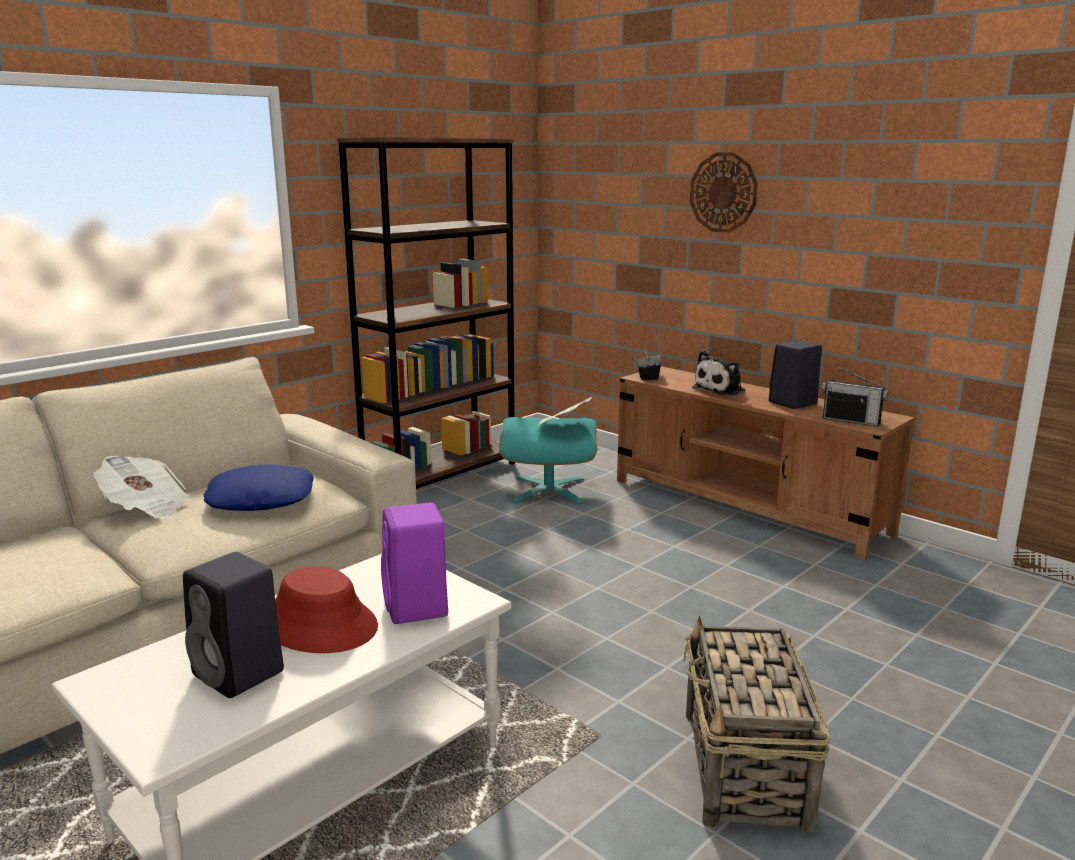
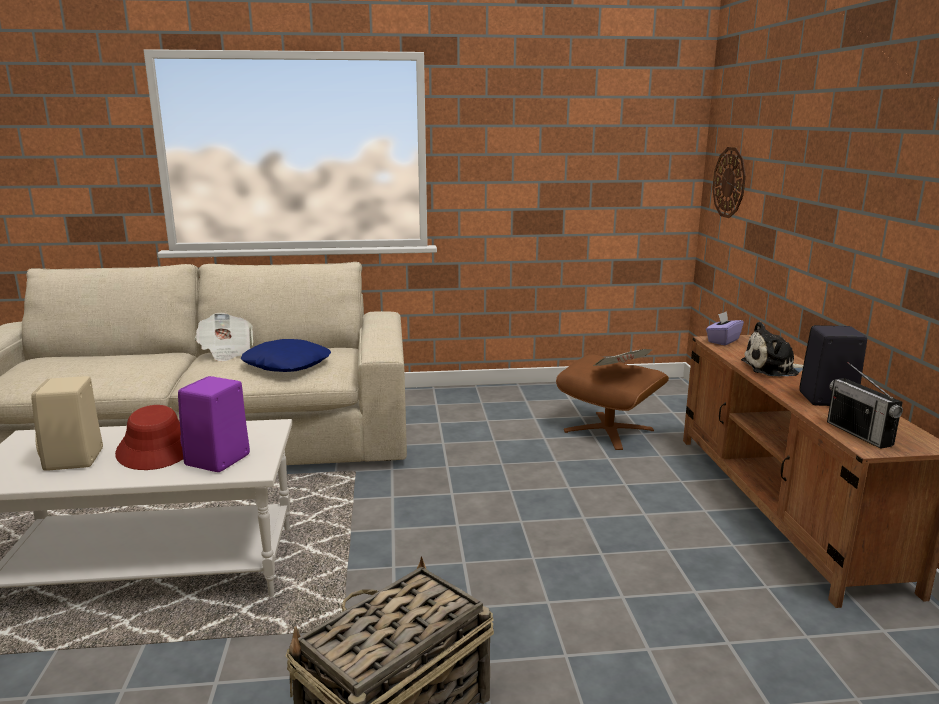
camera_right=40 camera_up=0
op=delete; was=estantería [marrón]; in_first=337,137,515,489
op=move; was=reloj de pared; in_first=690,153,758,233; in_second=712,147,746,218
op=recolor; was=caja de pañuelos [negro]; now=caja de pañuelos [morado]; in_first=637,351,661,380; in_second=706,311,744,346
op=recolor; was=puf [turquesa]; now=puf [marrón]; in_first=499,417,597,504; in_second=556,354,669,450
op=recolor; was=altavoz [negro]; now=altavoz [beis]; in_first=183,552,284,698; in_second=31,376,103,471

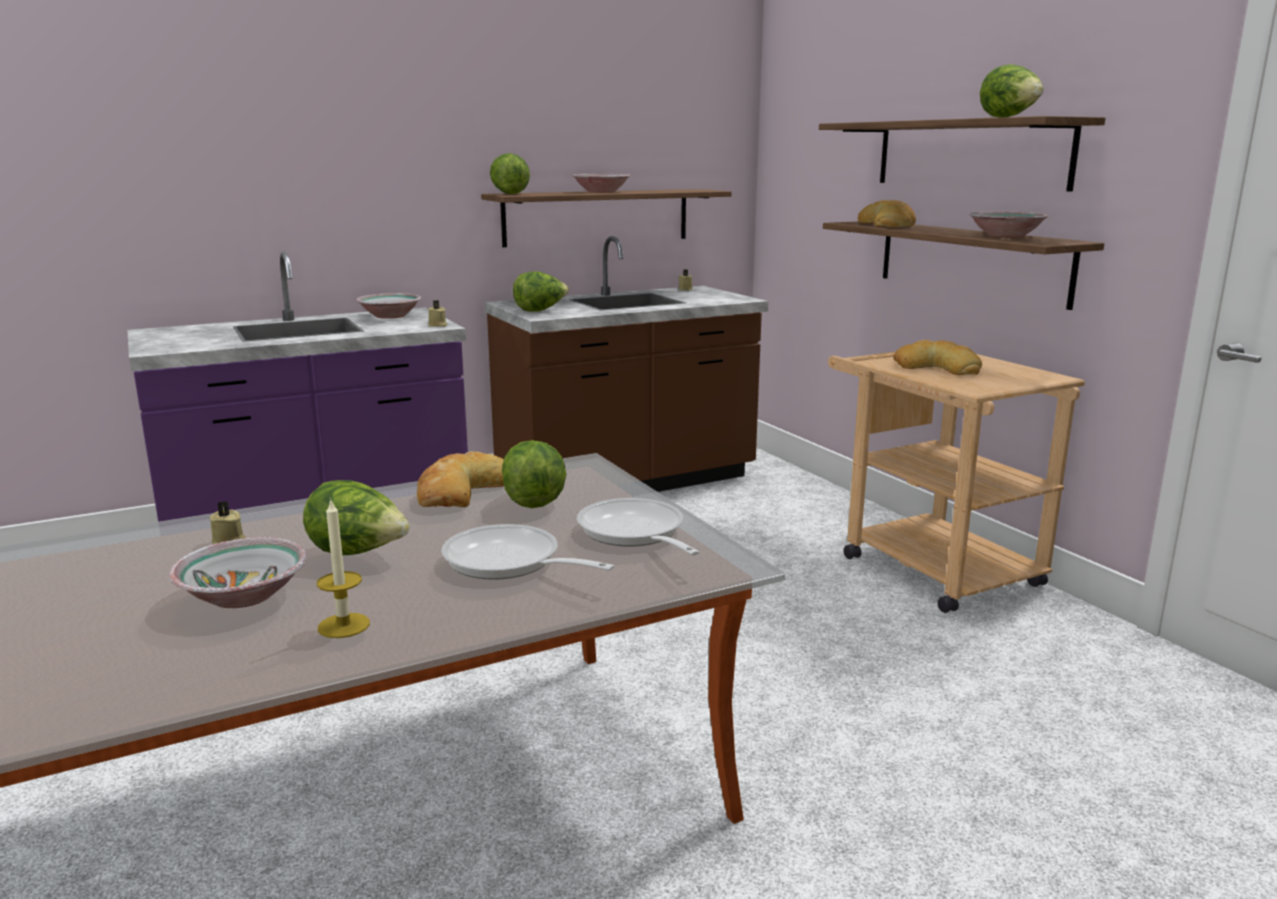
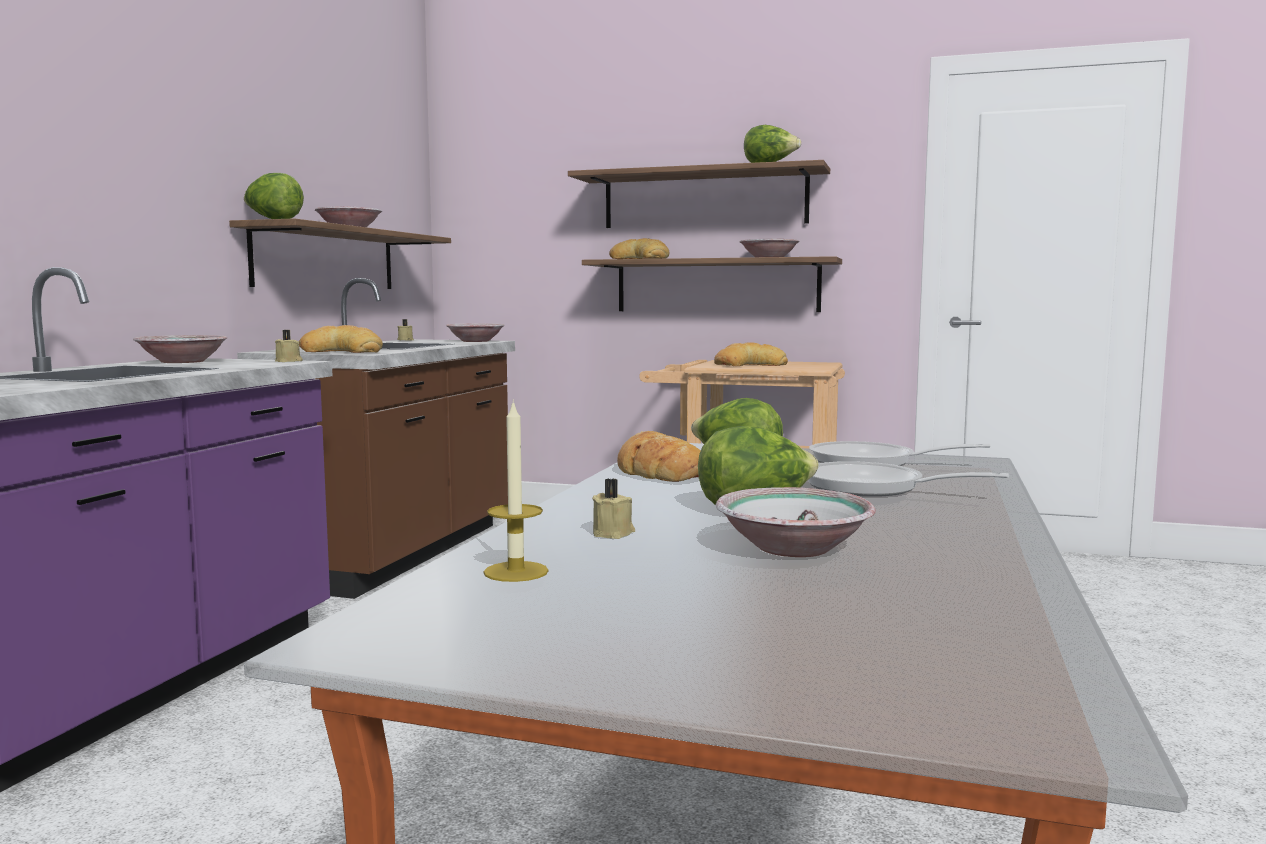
camera_right=-45 camera_up=-10
op=replace; was=lechuga; now=pan; in_first=513,271,569,312; in_second=299,325,383,353
op=move; was=vela; in_first=317,498,370,638; in_second=484,400,548,582
op=rotate; was=sartén; in_first=441,524,615,580; in_second=808,461,1009,497; clockwise=45
op=insert; now=cuenco; in_second=446,323,505,342

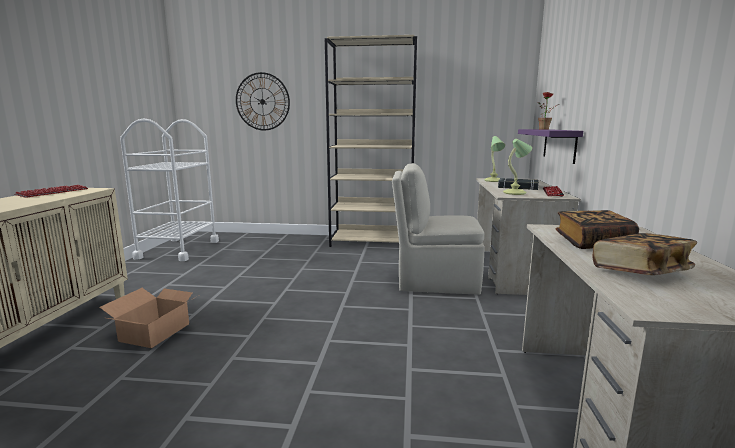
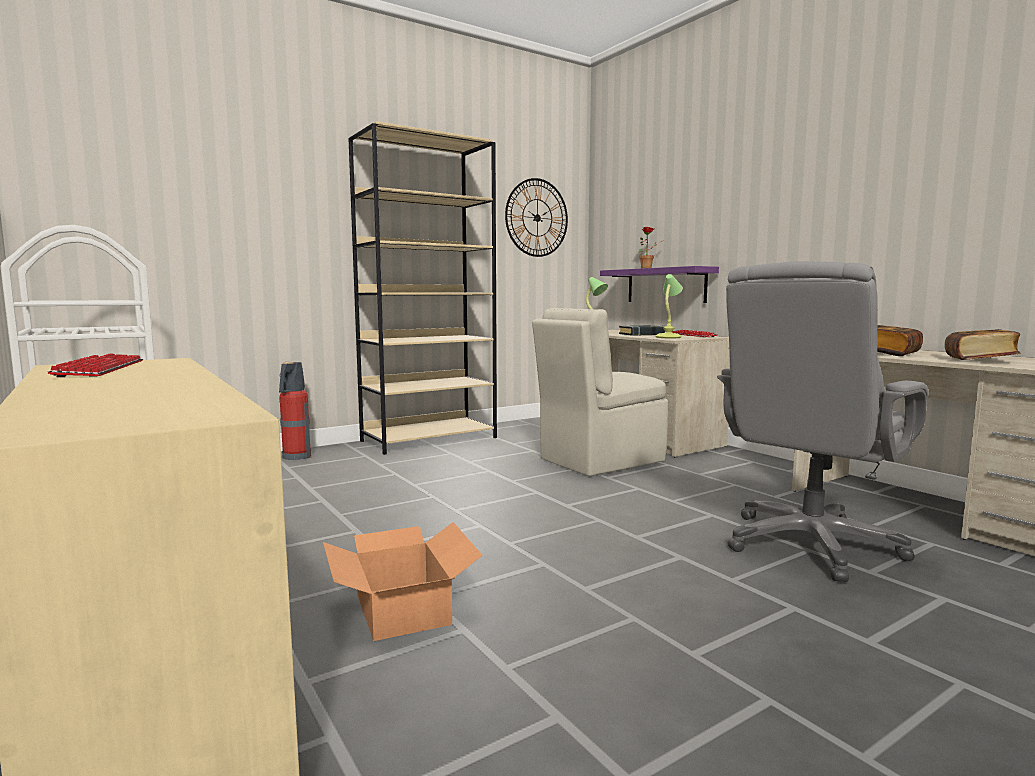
camera_right=-40 camera_up=-5
op=move; was=reloj de pared; in_first=236,72,290,130; in_second=505,178,568,257
op=insert; now=silla de oficina [gris]; in_second=717,261,929,582
op=insert; now=extintor; in_second=279,362,311,460

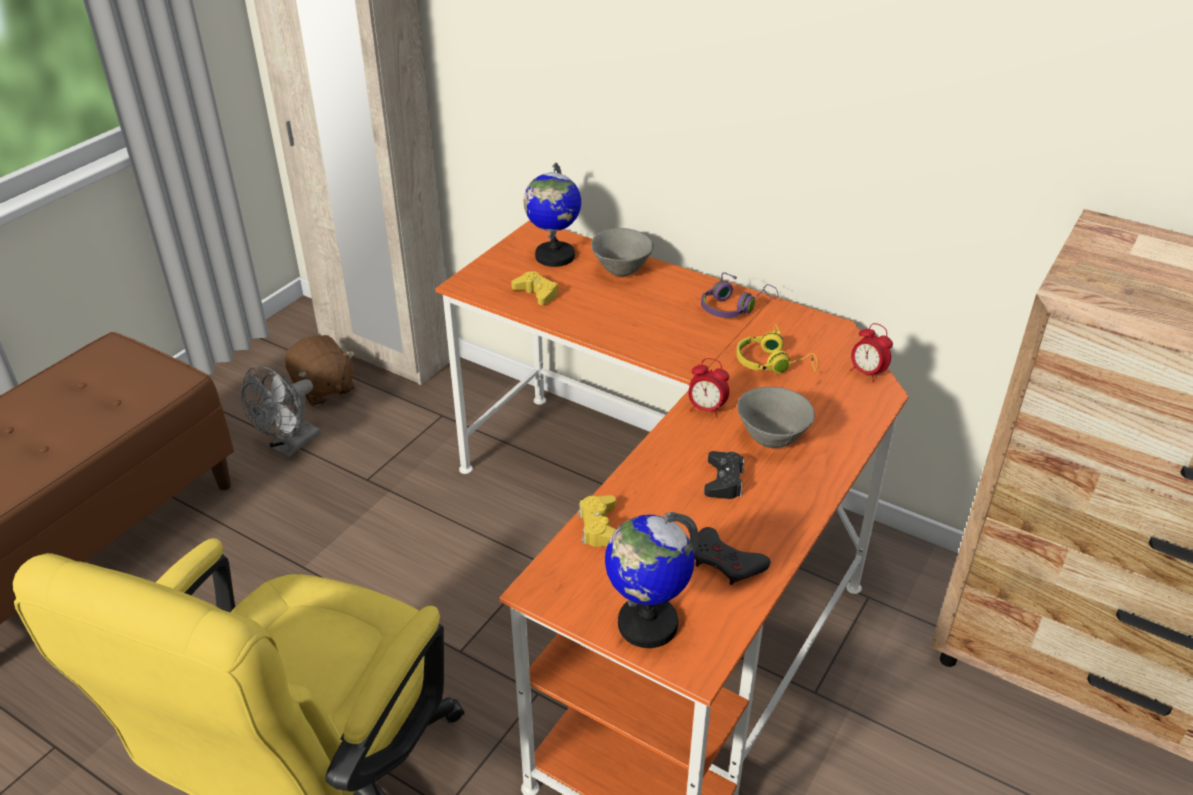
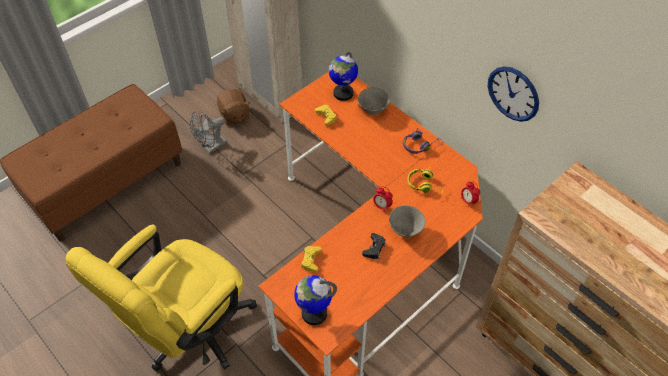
camera_right=15 camera_up=15
op=delete; was=mando de consola [gris]; in_first=694,527,770,585
op=insert; now=reloj de pared; in_second=488,66,539,122

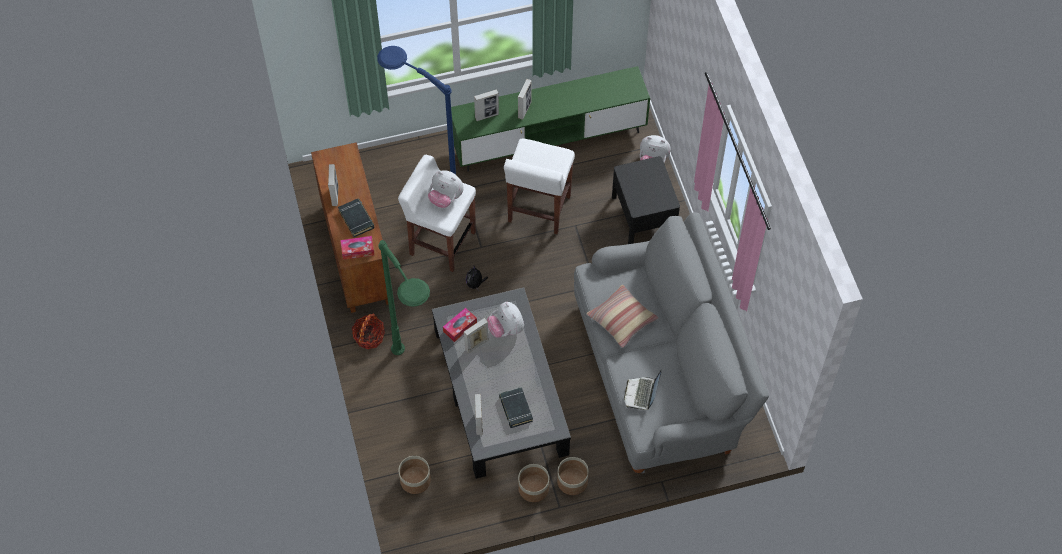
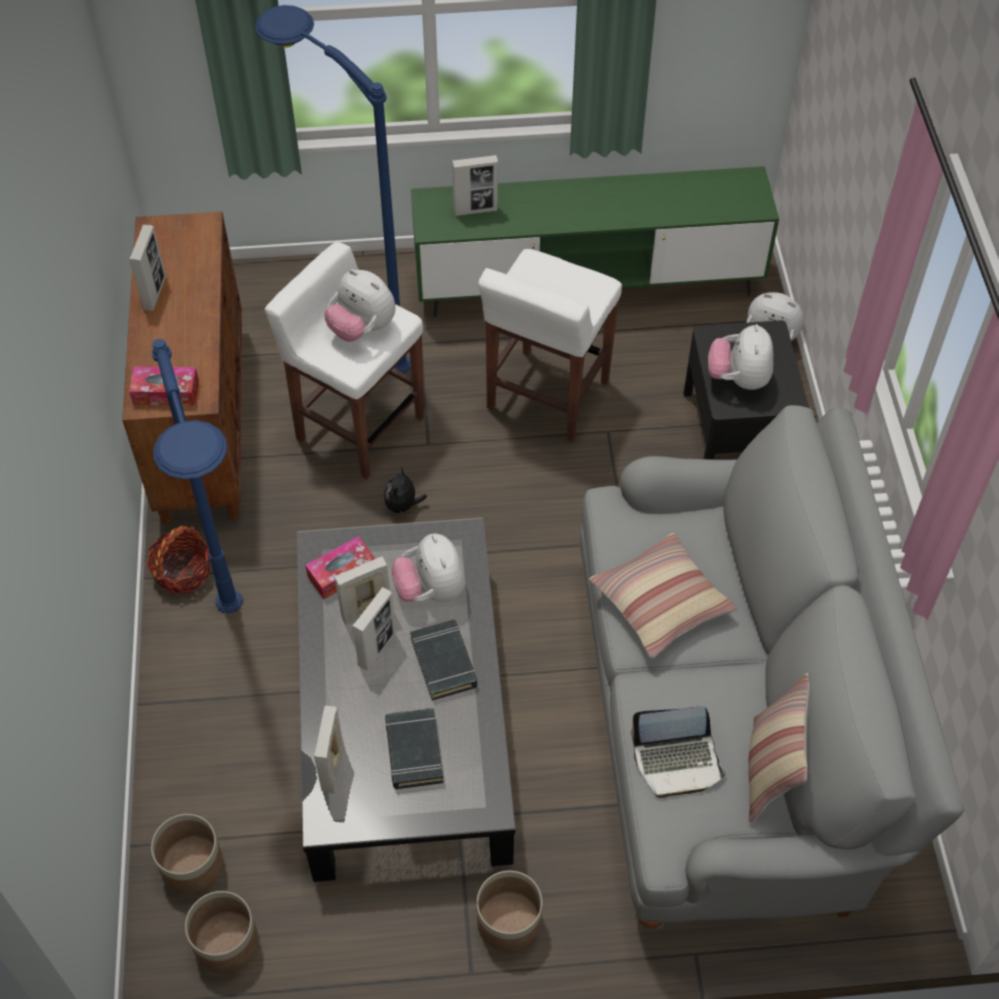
camera_right=10 camera_up=-5
op=move; was=portarretratos; in_first=518,79,532,120; in_second=352,587,396,671
op=move; was=libro [negro]; in_first=338,198,374,237; in_second=410,620,477,700
op=recolor; was=lámpara de pie [verde]; now=lámpara de pie [azul]; in_first=378,240,430,355; in_second=152,339,243,613
op=rotate; was=portátil; in_first=624,369,662,410; in_second=631,706,726,798; clockwise=-120
op=move; was=maceta; in_first=518,464,549,502; in_second=185,891,258,973
op=insert; now=peluche; in_second=708,324,773,390
op=insert; now=cojín; in_second=748,673,809,823

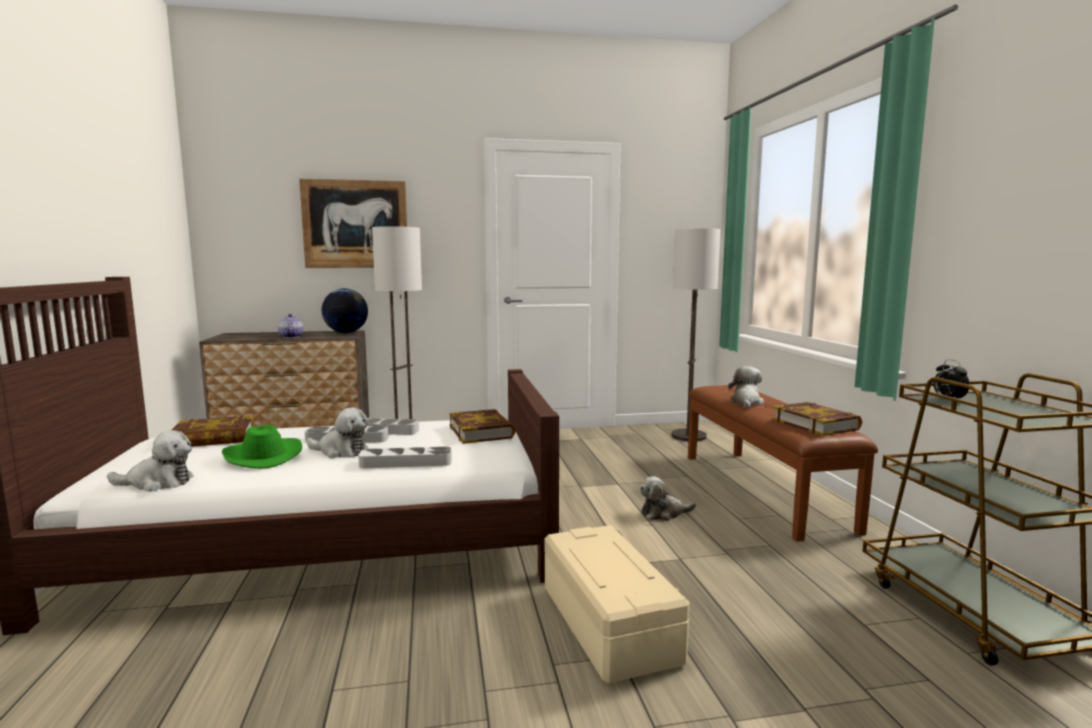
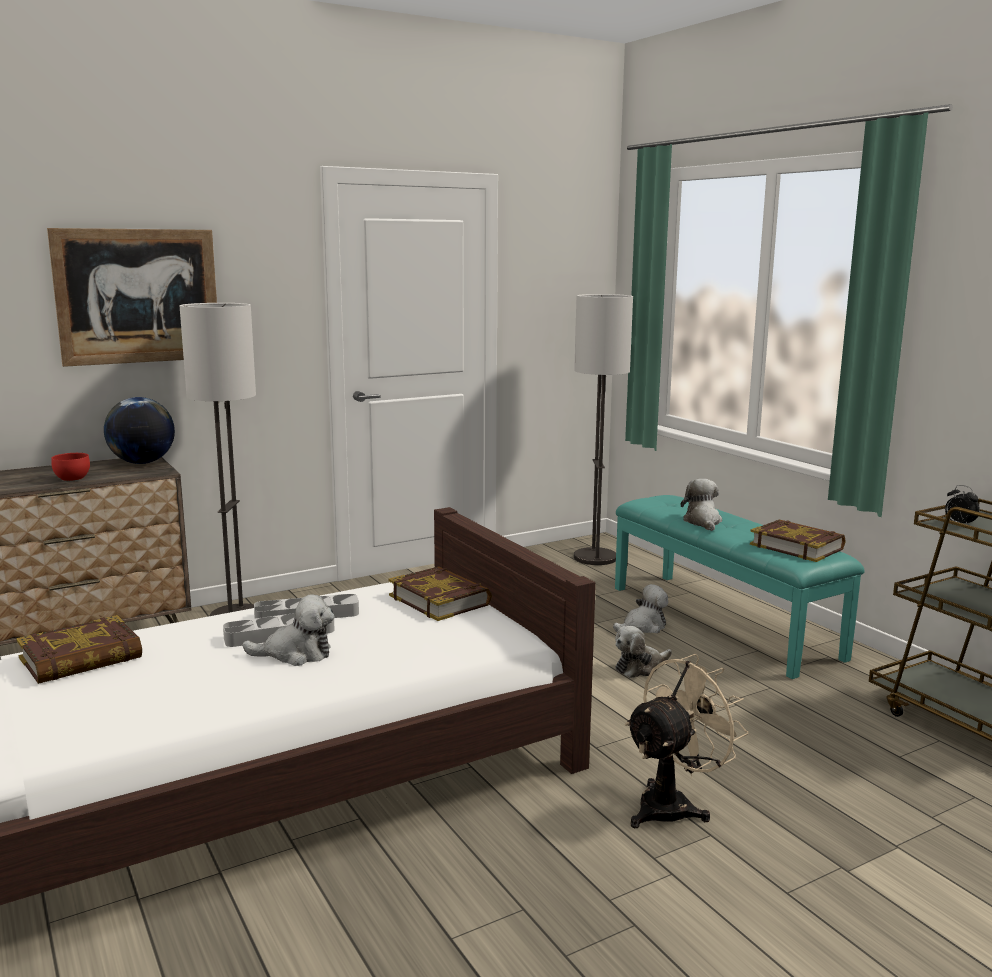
camera_right=-20 camera_up=5
op=replace; was=tetera; now=cuenco [rojo]; in_first=278,314,304,338; in_second=52,453,90,482
op=recolor; was=banco [marrón]; now=banco [turquesa]; in_first=688,385,878,542; in_second=615,495,865,679
op=delete; was=sombrero [verde]; in_first=222,425,302,469
op=move; was=peluche; in_first=107,430,193,492; in_second=613,584,668,633
op=delete; was=bandeja [gris]; in_first=358,447,452,468
op=replace; was=caja de almacenaje [beis]; now=ventilador [beis]; in_first=544,525,690,684; in_second=625,654,749,828

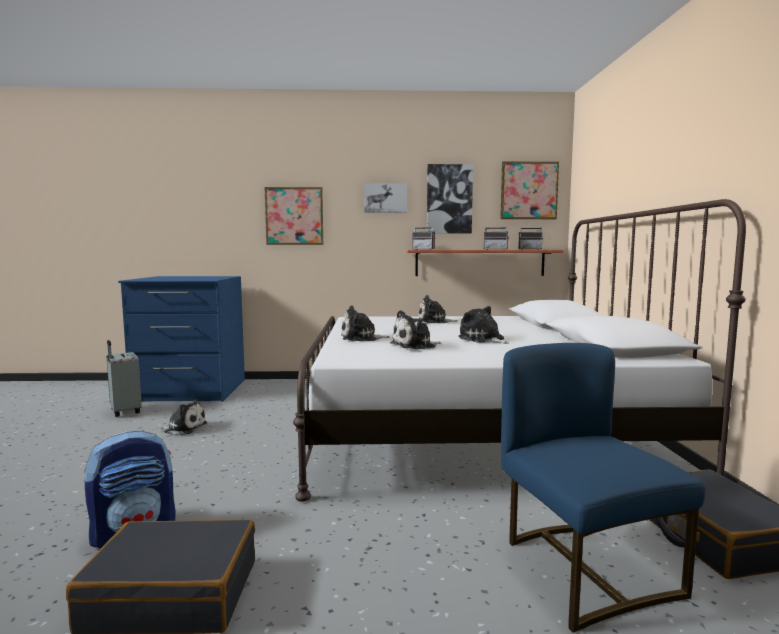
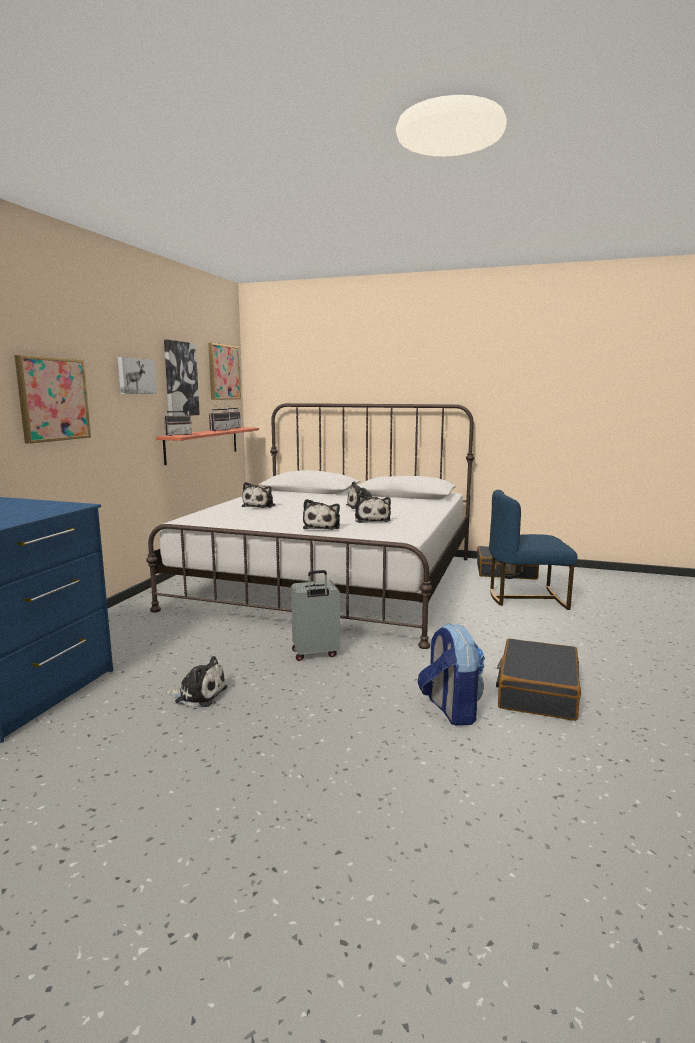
camera_right=-70 camera_up=5
op=move; was=maleta [gris]; in_first=106,340,142,417; in_second=291,570,340,661
op=rotate; was=peluche; in_first=159,399,207,435; in_second=165,656,227,708; clockwise=75

